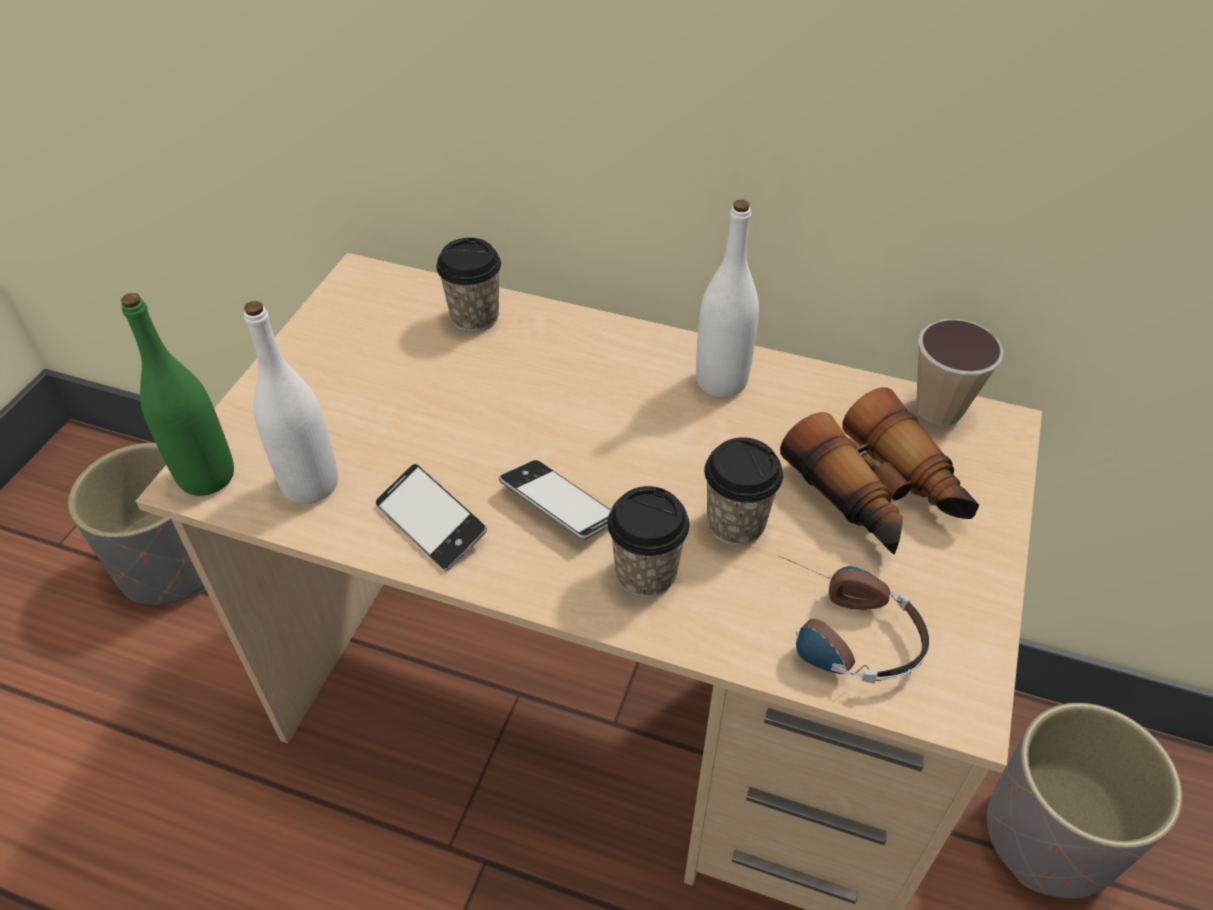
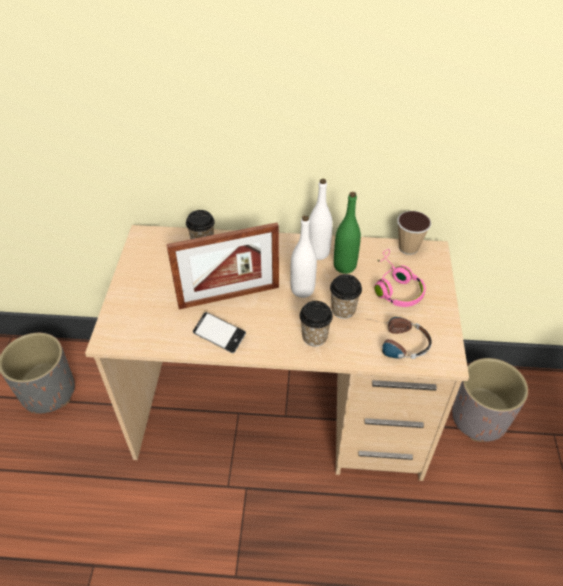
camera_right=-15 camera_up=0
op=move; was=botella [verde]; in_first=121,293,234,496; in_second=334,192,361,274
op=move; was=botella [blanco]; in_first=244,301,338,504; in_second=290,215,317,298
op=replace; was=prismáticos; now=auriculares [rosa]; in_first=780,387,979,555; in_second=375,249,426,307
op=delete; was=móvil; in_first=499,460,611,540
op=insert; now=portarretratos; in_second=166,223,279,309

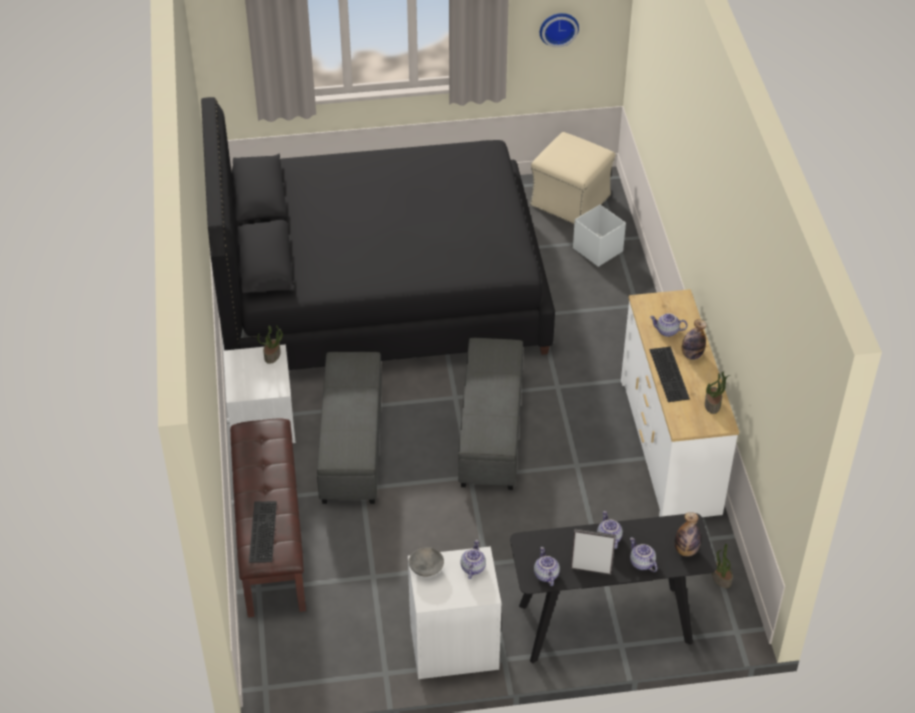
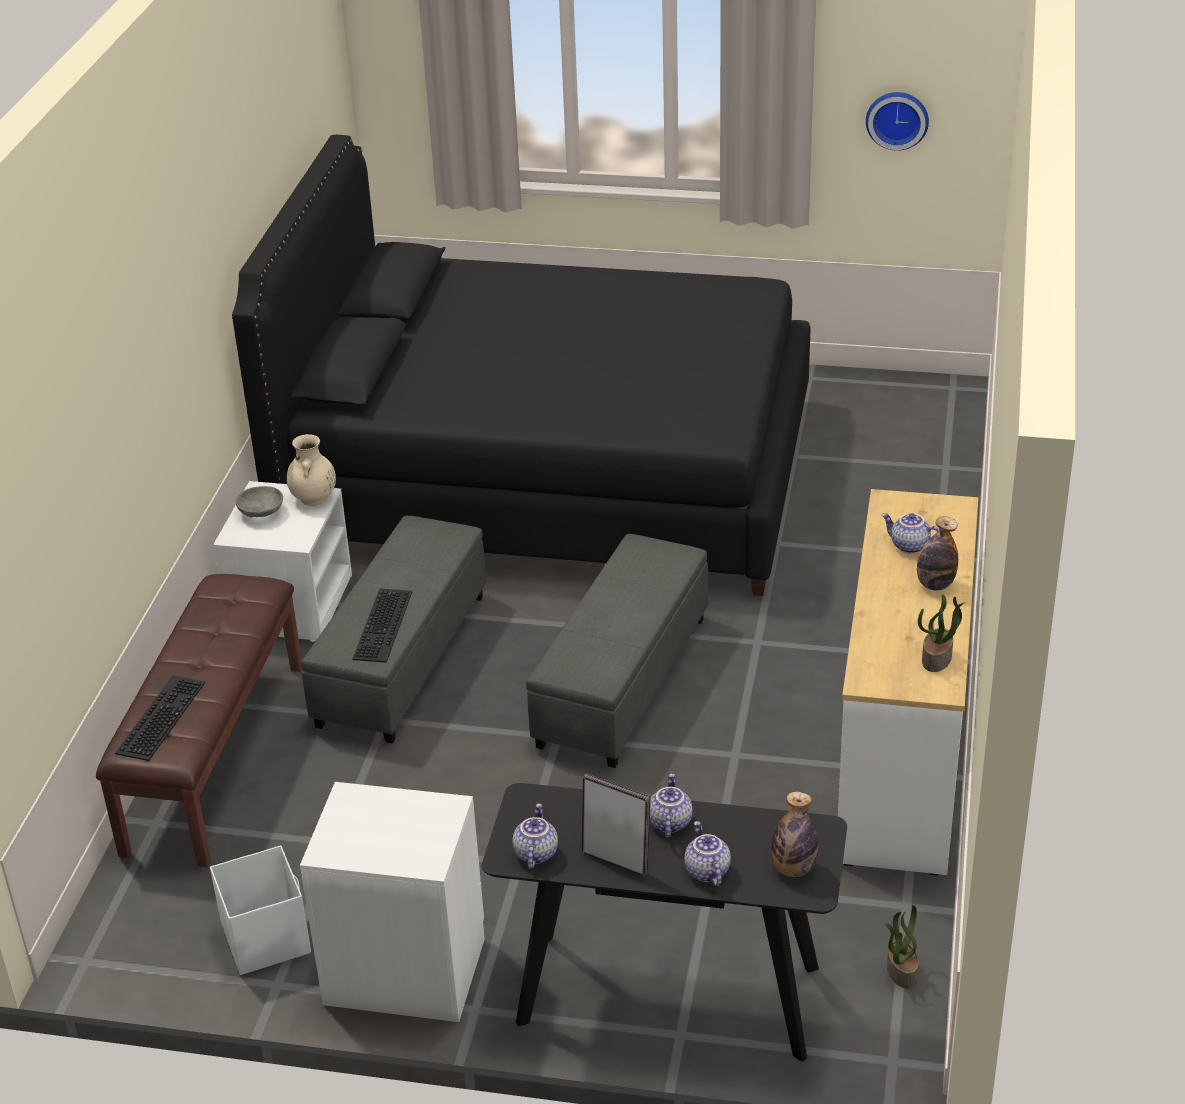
camera_right=20 camera_up=-10
op=delete; was=puf [beis]; in_first=530,132,616,224
op=move; was=caja de almacenaje [blanco]; in_first=573,204,626,267; in_second=210,845,311,975
op=replace; was=planta en maceta; now=florero [beis]; in_first=257,325,283,364; in_second=287,434,336,506
op=move; was=teclado; in_first=650,347,690,402; in_second=352,589,412,663
op=delete; was=tetera; in_first=461,540,486,579
op=move; was=cuenco [gris]; in_first=409,547,444,577; in_second=235,486,283,518

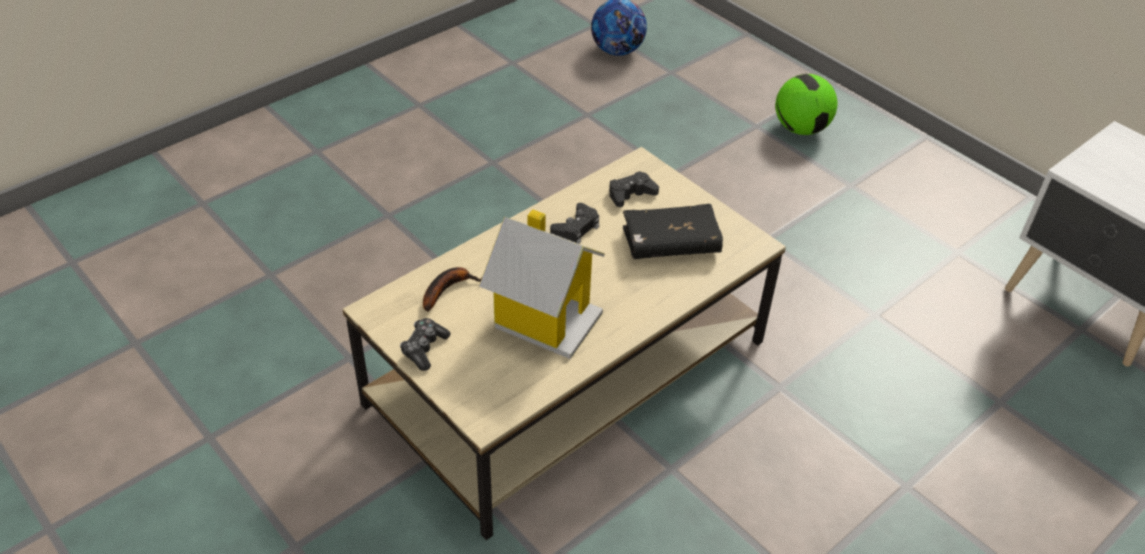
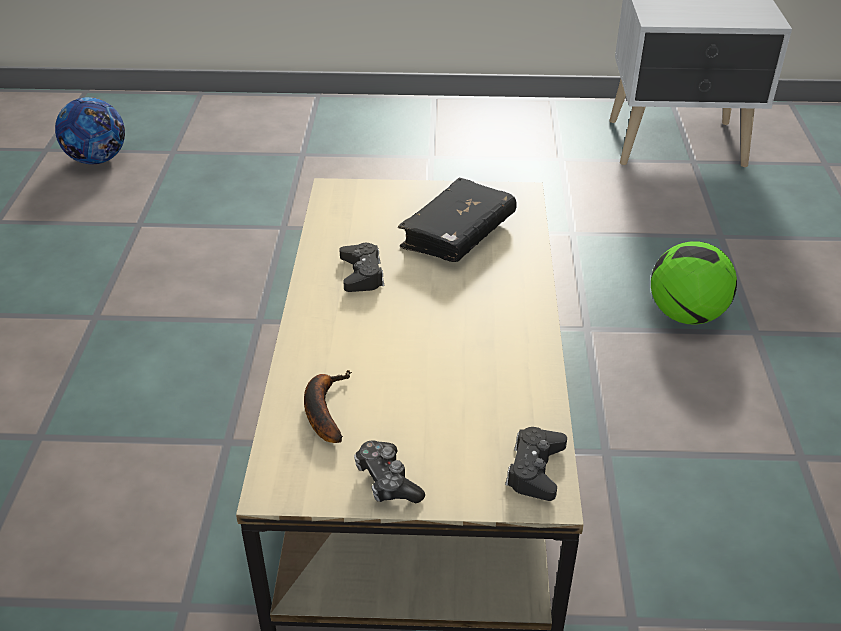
camera_right=-45 camera_up=-5
op=move; was=balón de fútbol; in_first=775,74,838,135; in_second=651,242,737,325
op=move; was=mando de consola [negro]; in_first=609,171,659,207; in_second=505,427,567,501
op=delete; was=casita; in_first=479,209,605,359

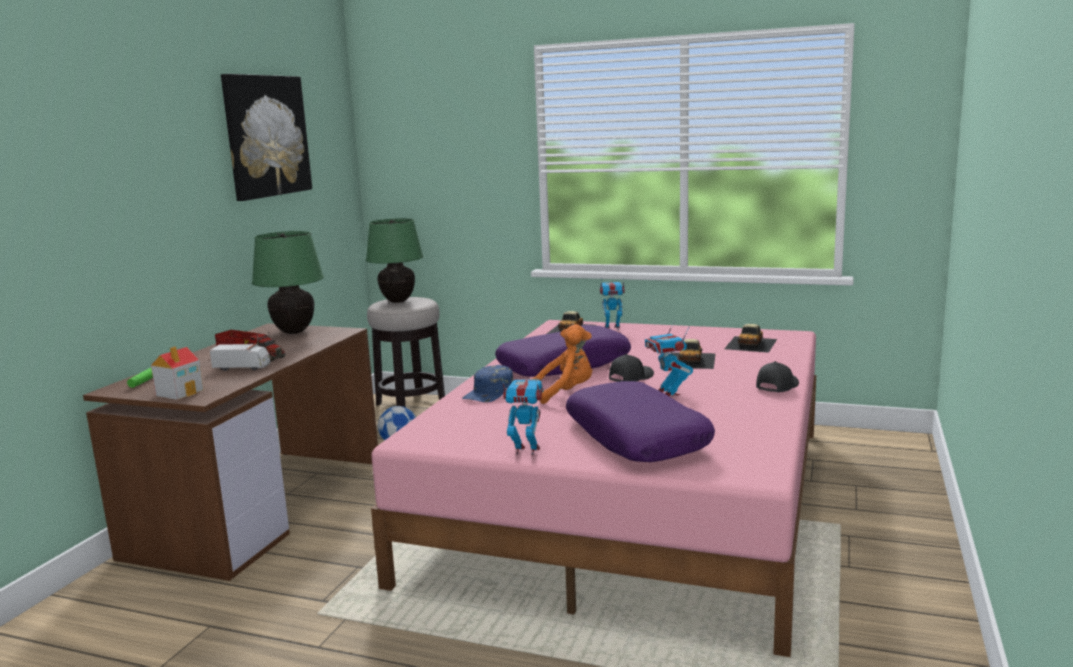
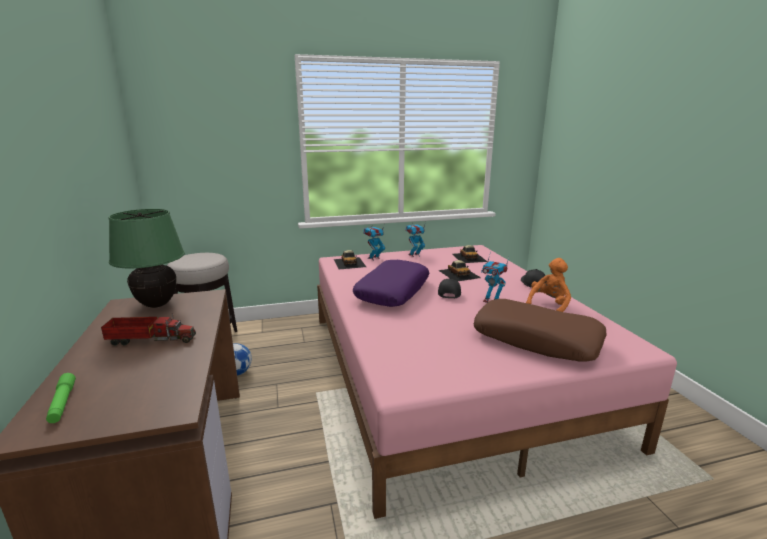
camera_right=-35 camera_up=5
op=delete; was=cuadro; in_first=221,74,312,201
op=delete; was=lámpara de mesa [verde]; in_first=366,218,423,303
op=move; was=peluche [naranja]; in_first=531,324,592,404; in_second=526,258,571,312
op=delete; was=camión de juguete; in_first=210,343,271,371
op=delete; was=casita; in_first=151,346,204,400
op=delete; was=gorra [azul]; in_first=462,365,513,402
op=move; was=robot de juguete; in_first=501,376,544,456; in_second=405,222,426,257
op=recolor; was=cojín [morado]; now=cojín [marrón]; in_first=566,381,715,462; in_second=474,299,606,362

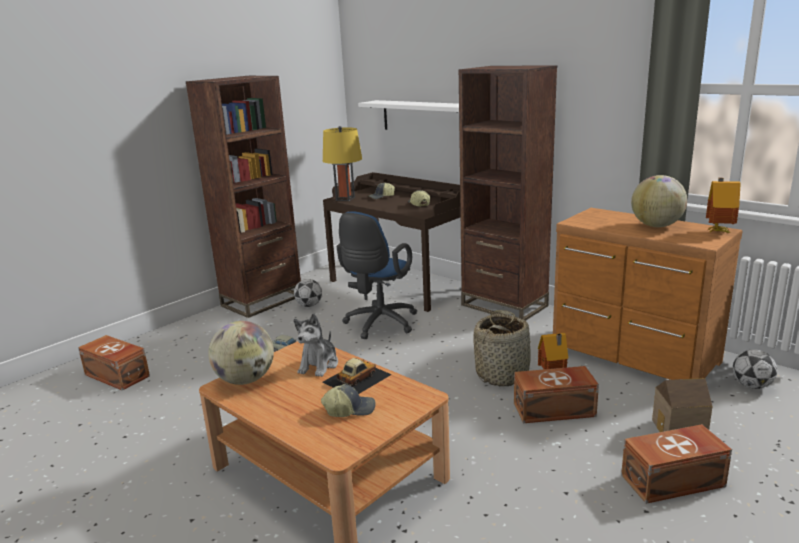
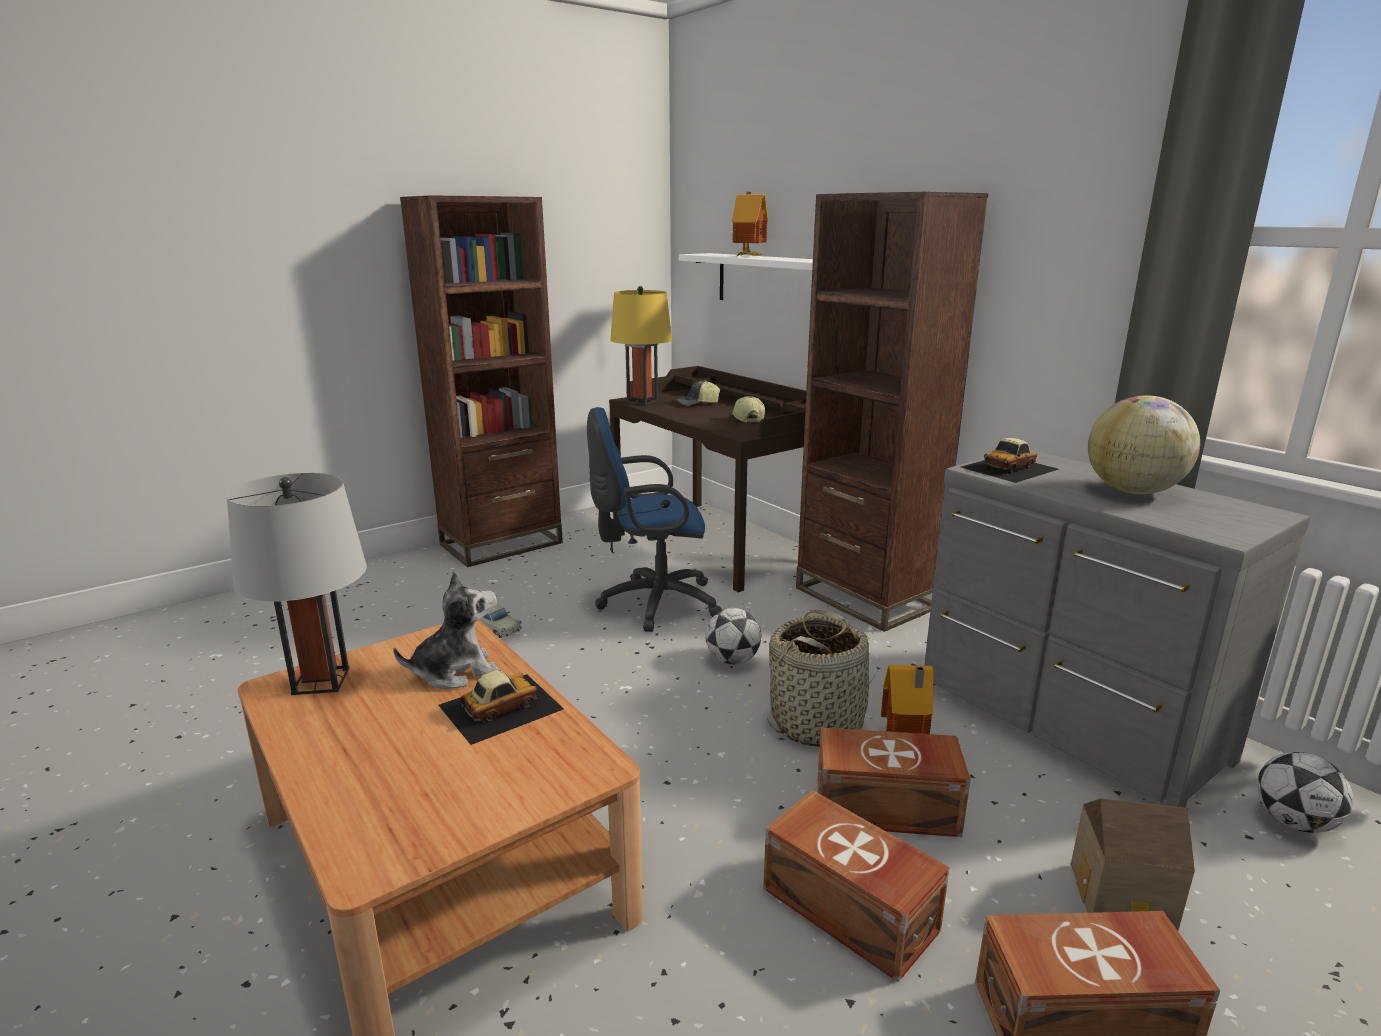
camera_right=10 camera_up=0
op=move; was=casita; in_first=706,178,741,233; in_second=732,192,768,257
op=recolor; was=cómoda [marrón]; now=cómoda [gris]; in_first=553,208,743,380; in_second=924,450,1310,808
op=rotate; was=silla de oficina [azul]; in_first=336,211,417,339; in_second=587,407,722,632; clockwise=45
op=move; was=balón de fútbol; in_first=294,279,322,307; in_second=705,608,761,664
op=rotate; was=peluche; in_first=294,313,338,377; in_second=393,571,498,689; clockwise=-150
op=replace; was=globo terráqueo; now=lámpara de mesa [gris]; in_first=208,321,274,385; in_second=227,473,367,695
op=move; was=caja de almacenaje [marrón]; in_first=78,335,150,391; in_second=763,790,950,982
op=delete; was=gorra; in_first=321,384,376,417
op=insert; now=coche de juguete; in_second=961,438,1059,483

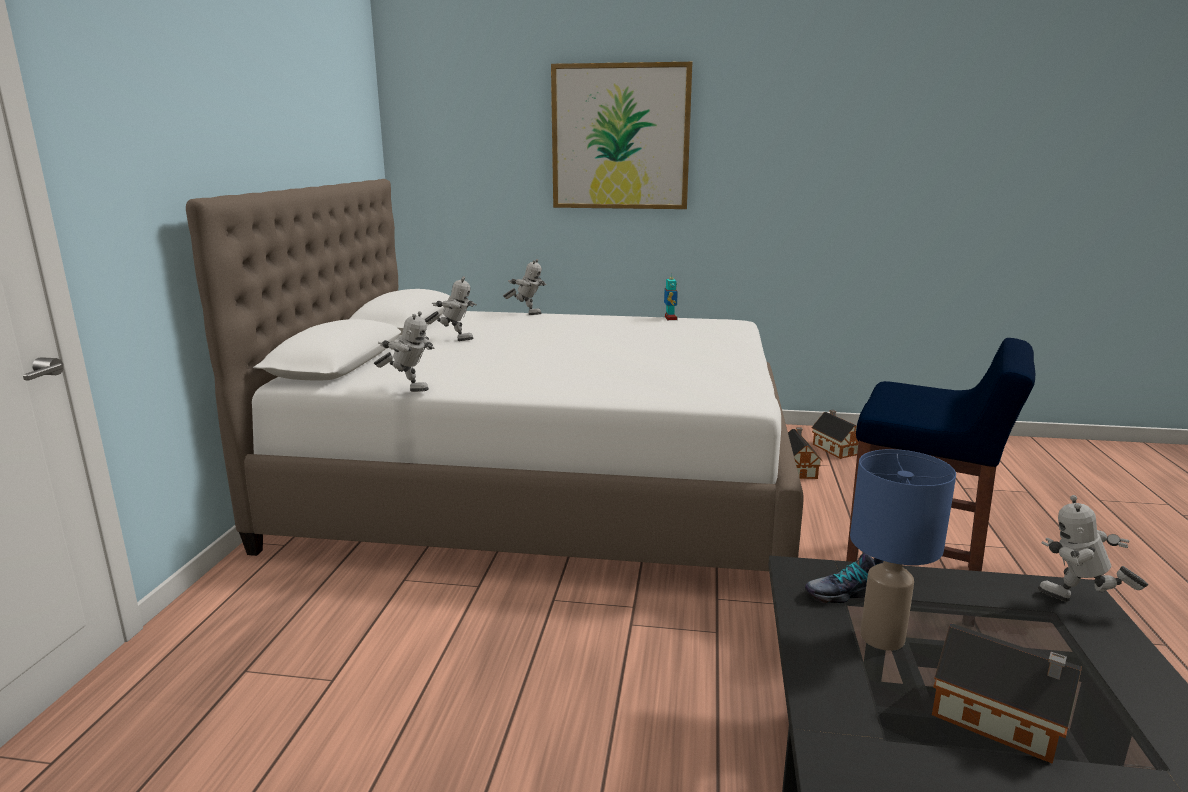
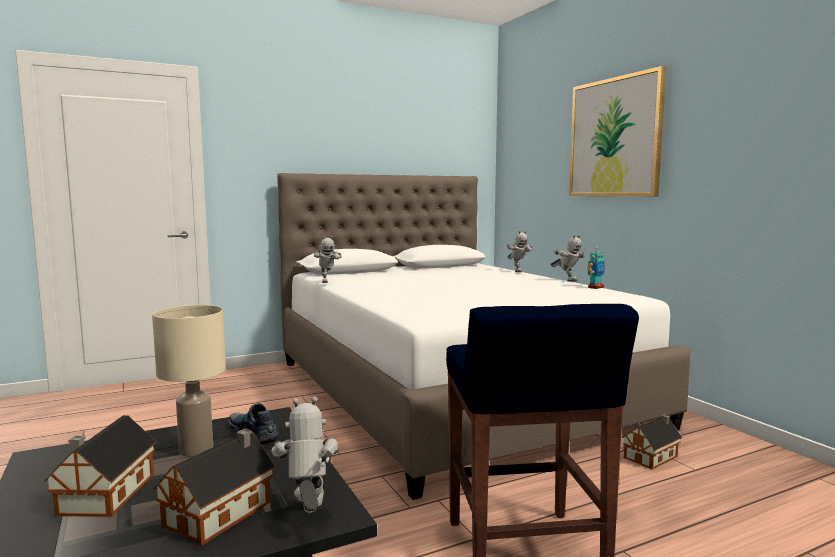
camera_right=55 camera_up=-10
op=move; was=robot de juguete; in_first=425,276,477,341; in_second=550,235,584,282
op=move; was=casita; in_first=811,410,858,459; in_second=154,429,275,546
op=recolor; was=lámpara de mesa [azul]; now=lámpara de mesa [beis]; in_first=850,449,956,651; in_second=152,305,226,457

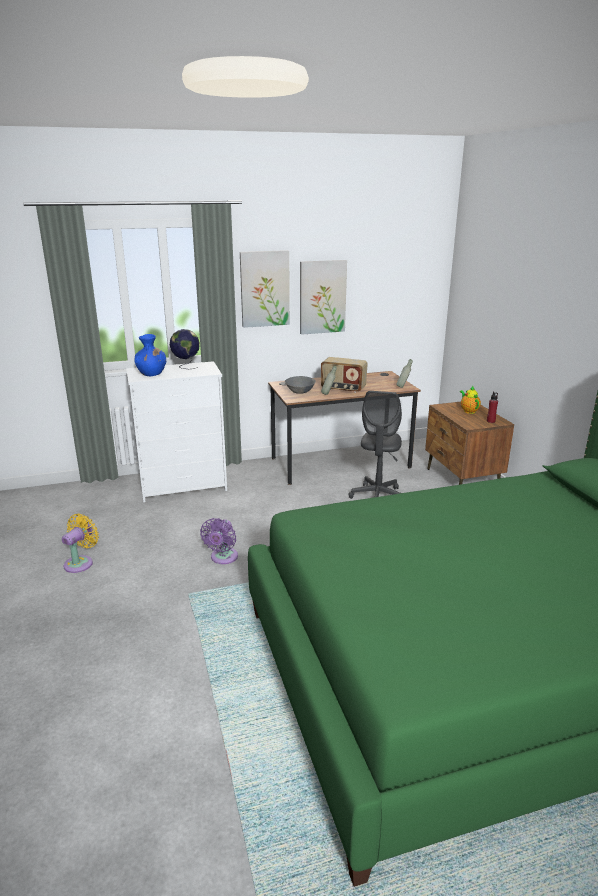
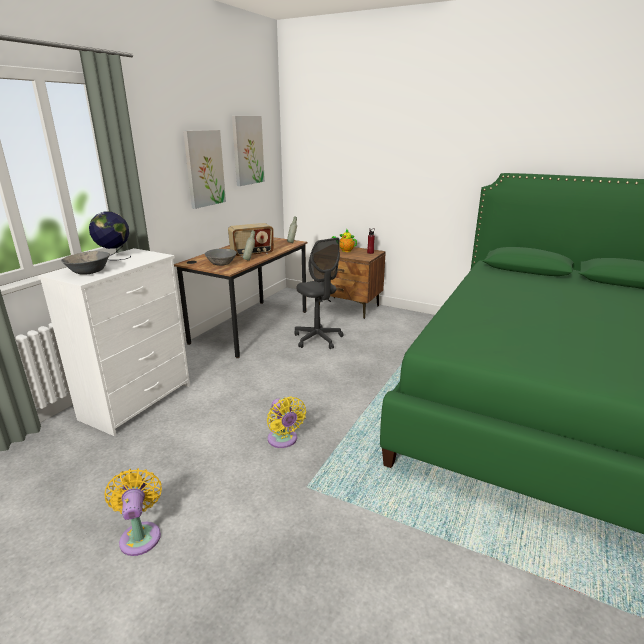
camera_right=-45 camera_up=0
op=move; was=cuadro; in_first=240,250,290,328; in_second=232,116,265,186
op=replace; was=florero [azul]; now=cuenco [gris]; in_first=134,334,166,376; in_second=61,251,110,275
op=recolor; was=ventilador [morado]; now=ventilador [amarillo]; in_first=200,518,238,564; in_second=267,397,306,448

